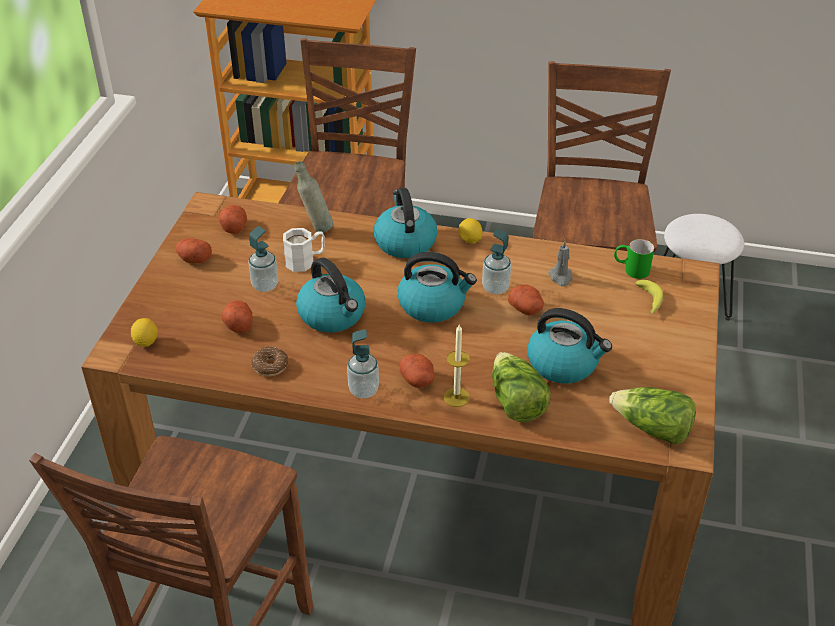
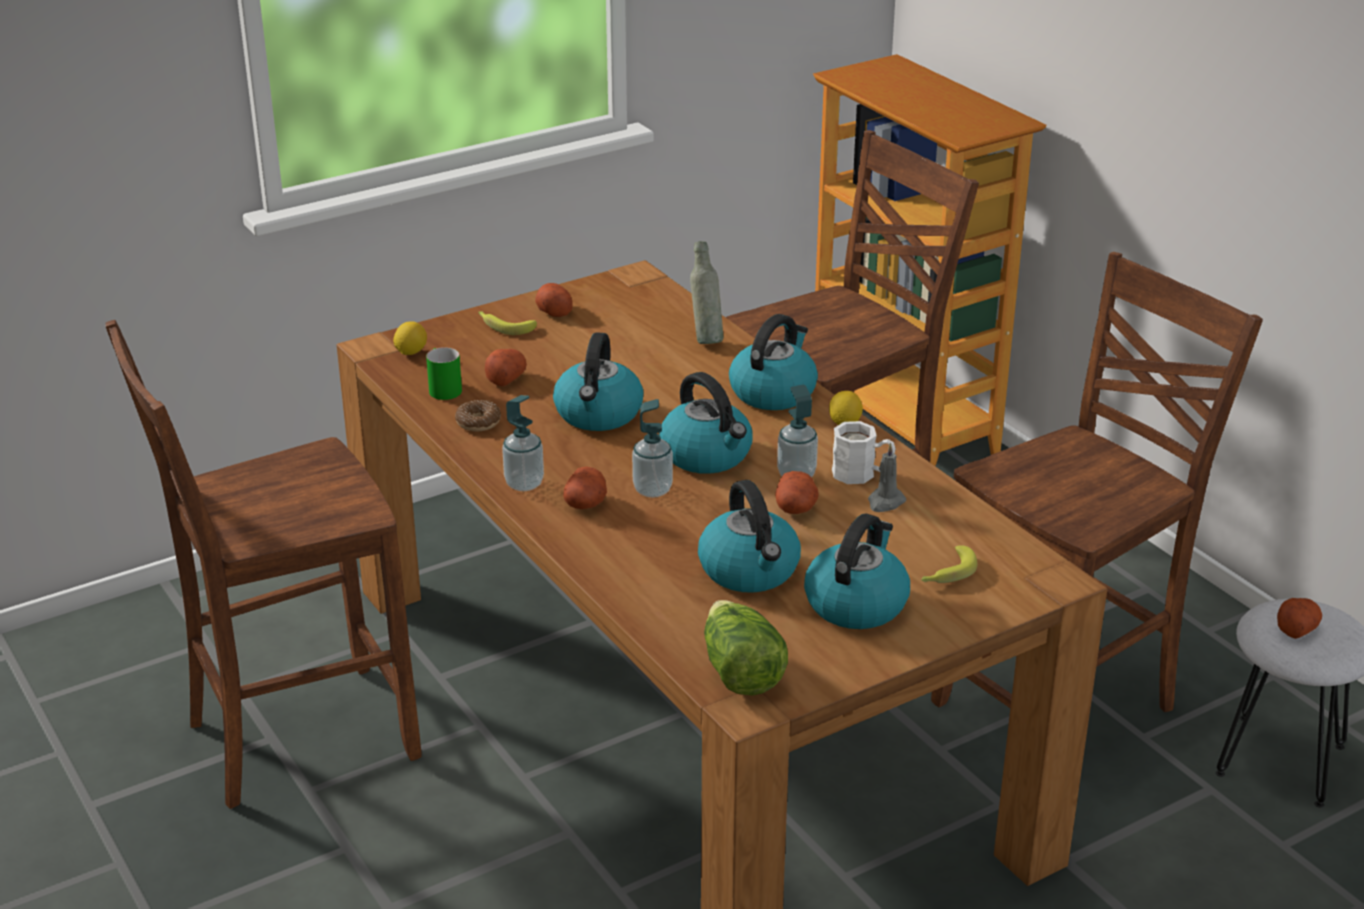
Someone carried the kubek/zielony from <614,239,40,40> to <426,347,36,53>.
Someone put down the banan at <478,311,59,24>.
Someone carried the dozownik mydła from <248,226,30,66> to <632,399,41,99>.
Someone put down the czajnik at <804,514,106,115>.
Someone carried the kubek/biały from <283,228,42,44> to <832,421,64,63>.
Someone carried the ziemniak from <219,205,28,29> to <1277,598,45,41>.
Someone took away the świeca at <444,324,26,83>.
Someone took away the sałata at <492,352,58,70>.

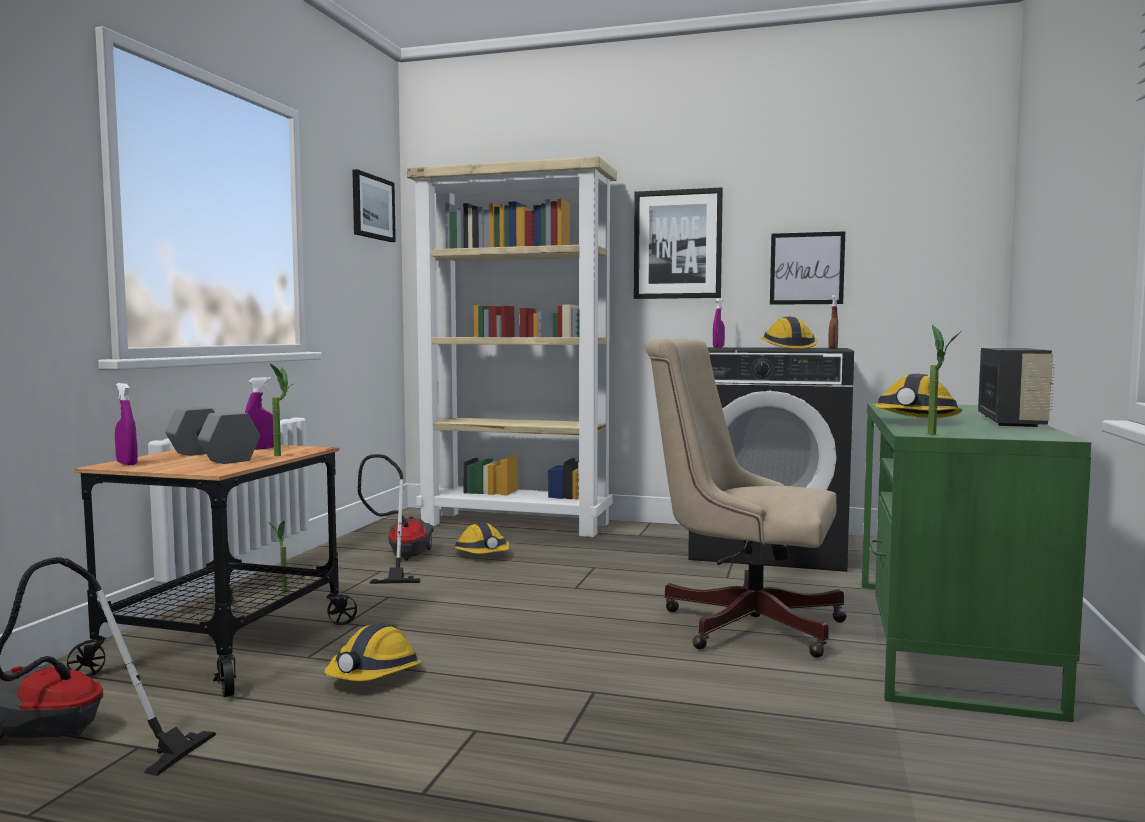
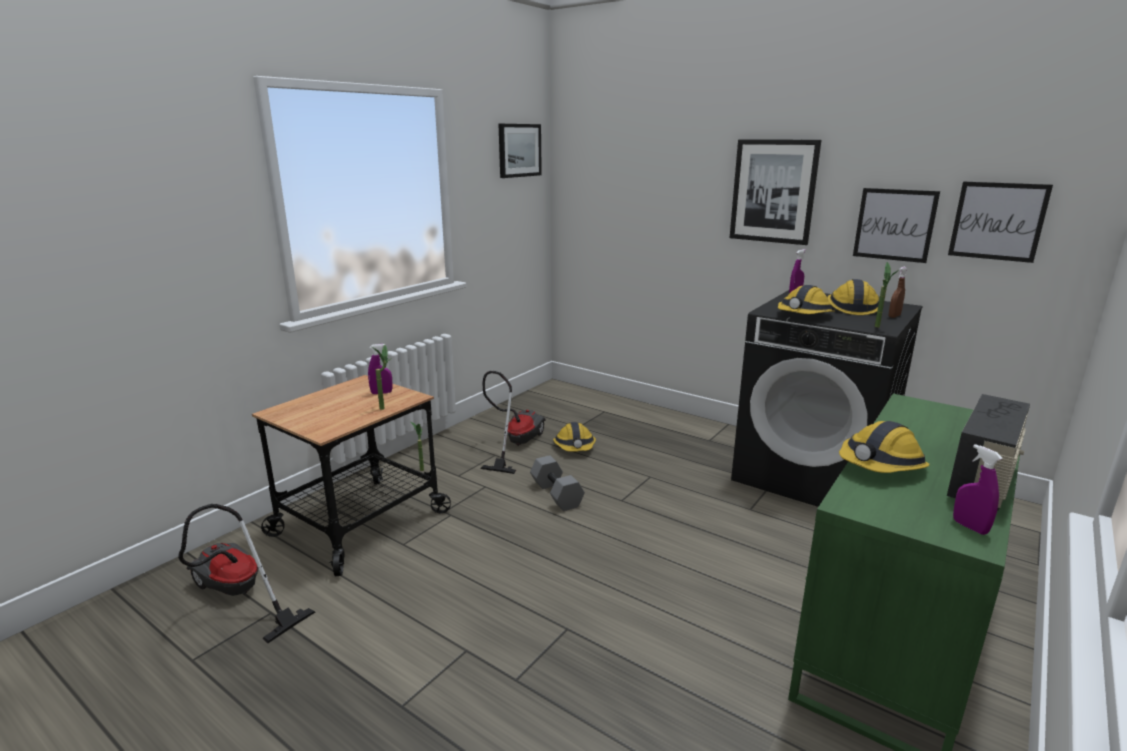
Someone carried the hantel/szary from <165,407,95,57> to <530,455,55,56>.
Someone carried the kask from <324,623,98,58> to <778,285,57,29>.
Someone carried the roślina doniczkowa from <928,325,35,110> to <875,262,25,65>.
Someone put up the obraz at <948,182,105,81>.
Someone carried the spryskiwacz/fioletowy from <115,383,23,82> to <953,444,50,91>.
Someone took away the regał/beżowy at <407,156,210,381>.
Someone took away the krzesło biurowe/beżowy at <646,338,201,320>.

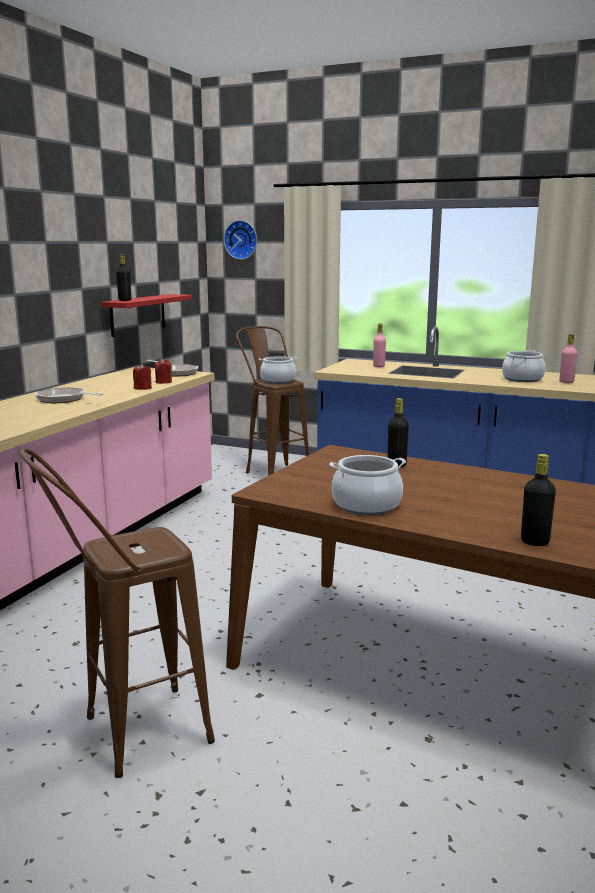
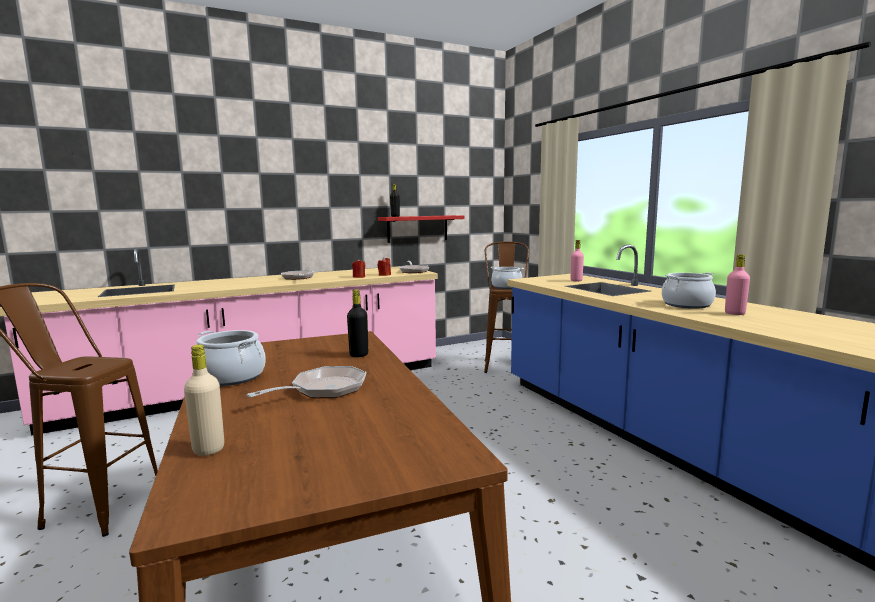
Someone repainted the butelka/czarny at <521,454,35,92>, which became the butelka/beżowy at <184,345,40,111>.
Someone put down the patelnia at <246,366,120,32>.
Someone took away the zegar ścienny at <224,220,33,40>.

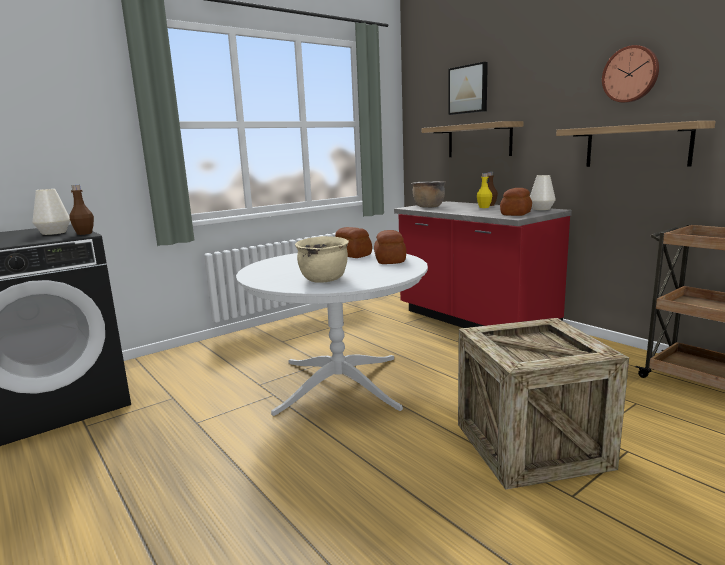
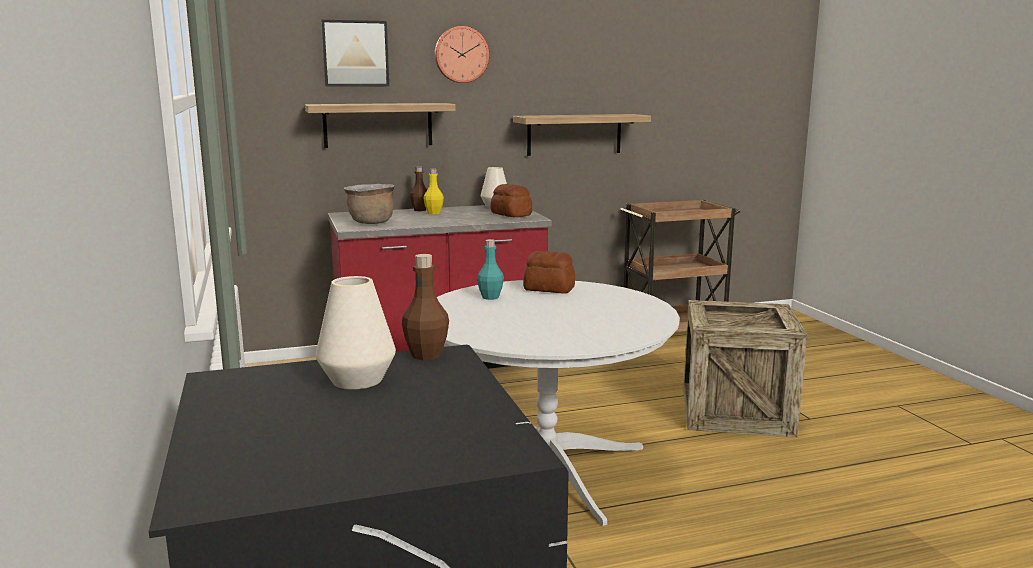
Someone carried the zegar ścienny from <602,45,57,58> to <435,26,54,57>.
Someone swapped the chleb at <335,227,37,31> for the butelka/turkusowy at <477,239,27,61>.
Someone took away the garnek/beżowy at <295,236,54,47>.

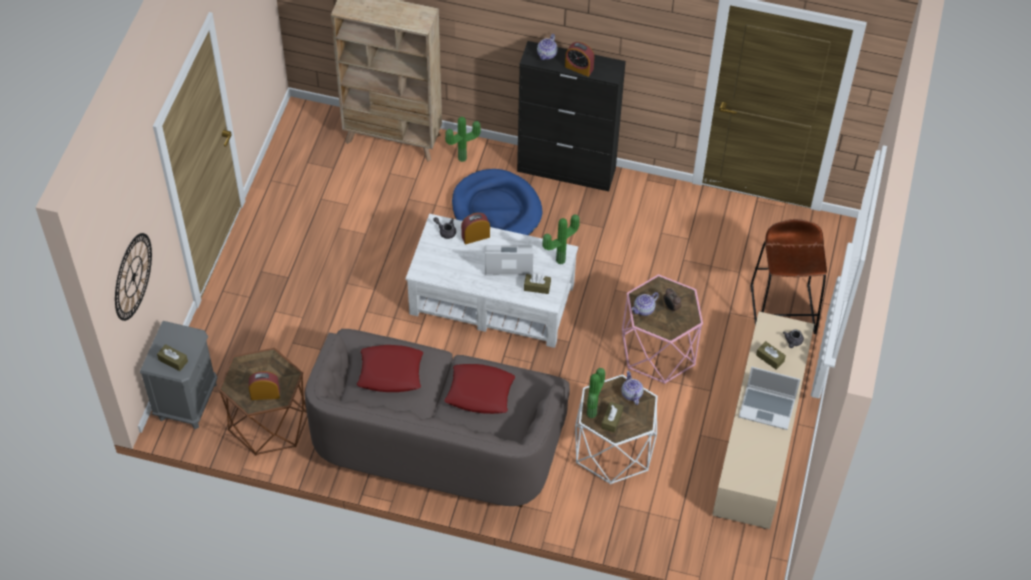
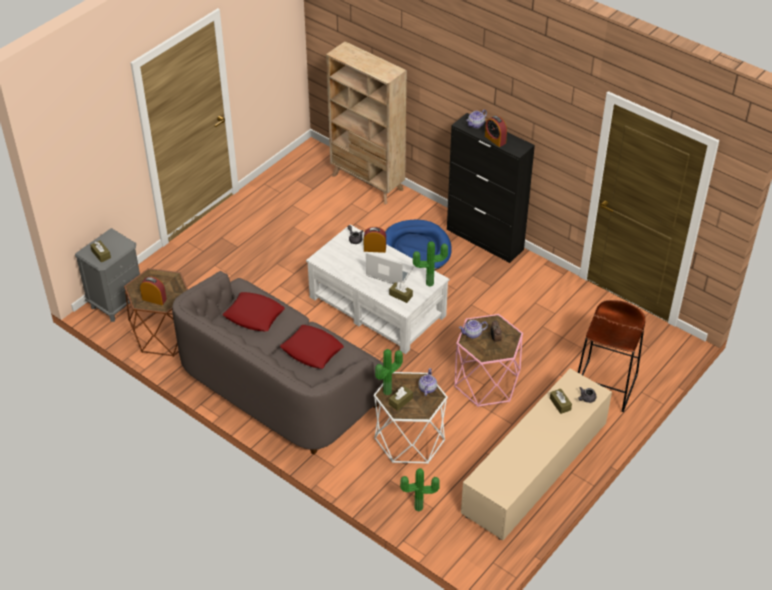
Someone carried the roślina doniczkowa from <445,117,36,45> to <400,468,40,44>.
Someone took away the zegar ścienny at <115,233,37,88>.
Someone took away the laptop at <739,367,62,63>.

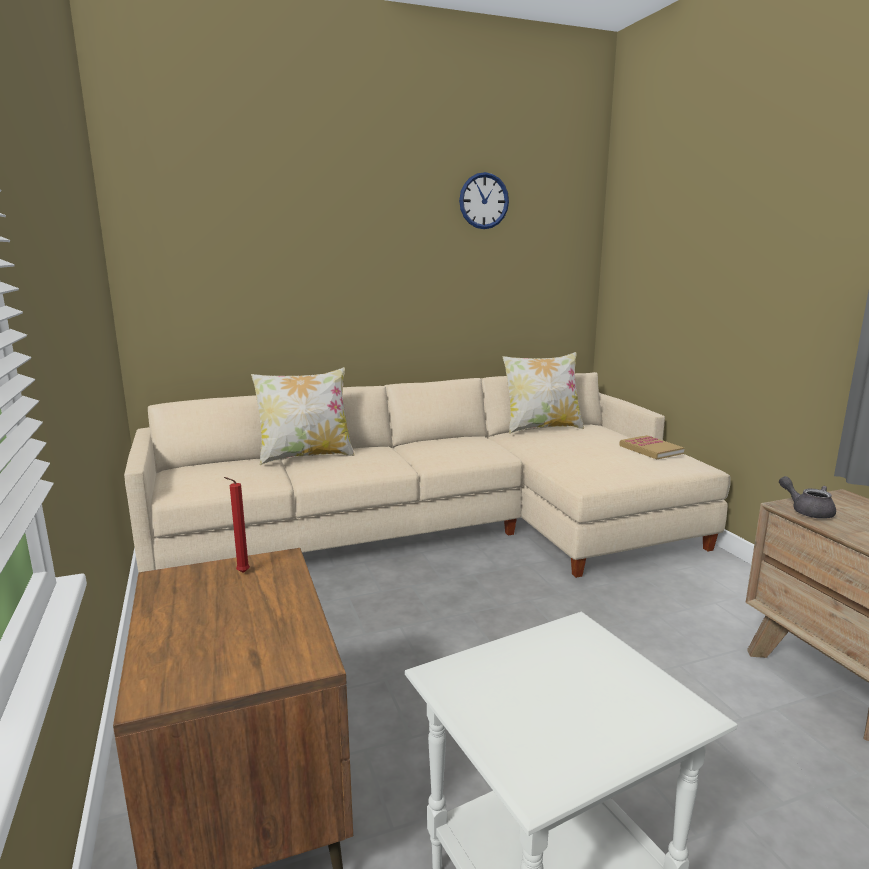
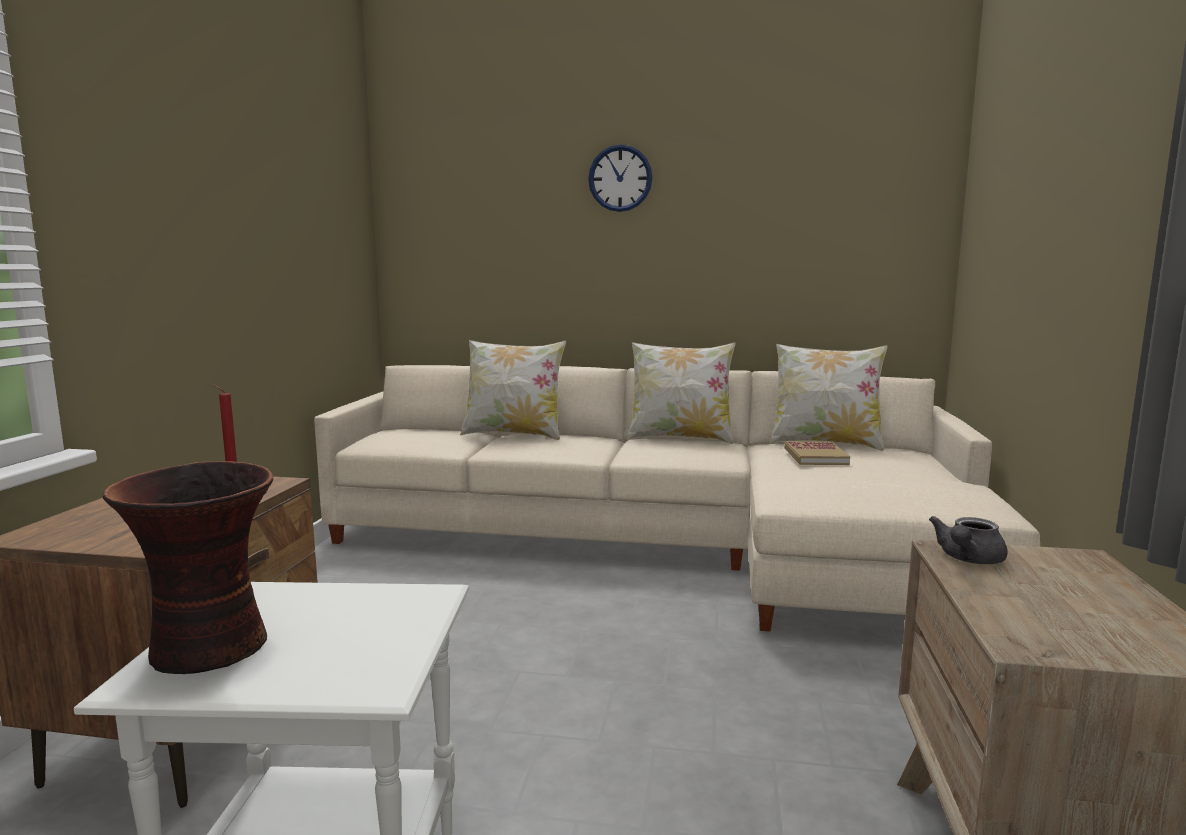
Someone put down the wazon at <103,461,171,213>.
Someone carried the zegar ścienny from <459,172,50,57> to <588,144,64,68>.
Someone put down the poduszka at <627,342,109,102>.
Someone carried the książka from <619,435,65,24> to <784,441,66,24>.
Someone rotated the imbryk/szary at <779,476,57,43> by 135 degrees counterclockwise.

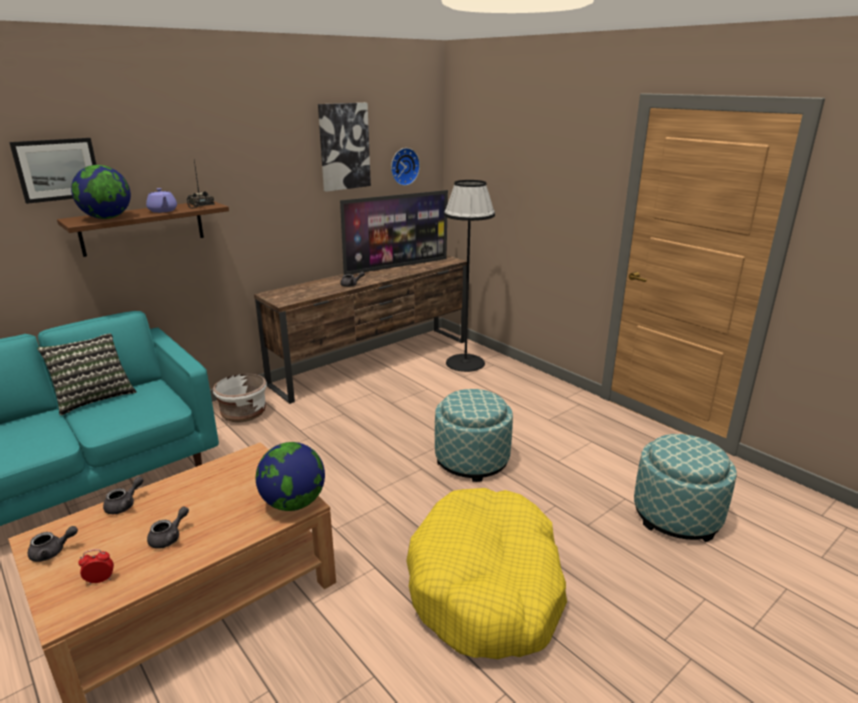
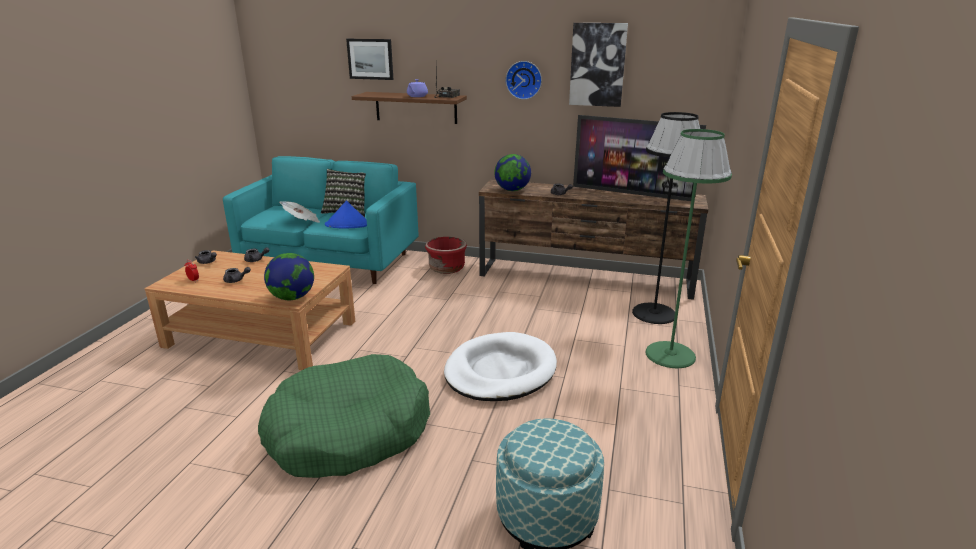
Someone repainted the legowisko/żółty at <406,488,161,171>, which became the legowisko/zielony at <258,354,172,124>.
Someone put down the gazeta at <279,201,41,21>.
Someone put down the kapelusz/niebieski at <325,201,42,27>.
Someone repainted the donica/biały at <213,373,54,50>, which became the donica/czerwony at <425,237,42,37>.
Someone swapped the pufa at <435,389,78,93> for the legowisko/biały at <444,332,113,69>.
Someone carried the globus from <71,165,60,54> to <494,154,37,37>.
Someone carried the zegar ścienny from <391,148,29,38> to <506,61,36,39>.
Someone put down the lampa stojąca/zielony at <646,129,86,239>.

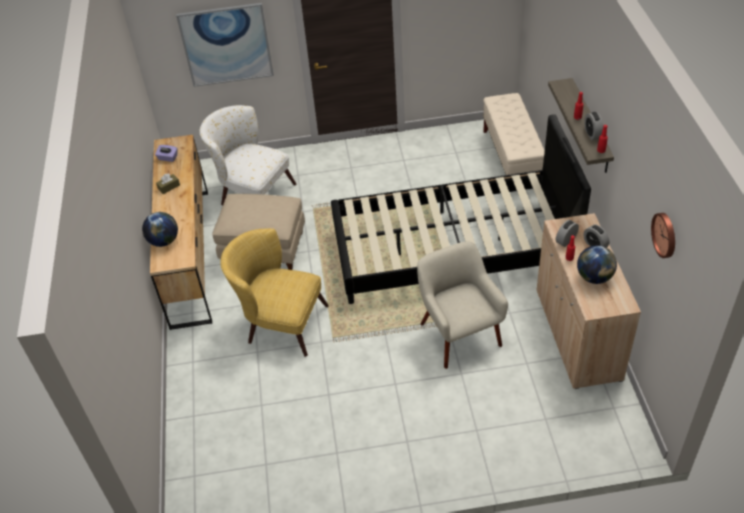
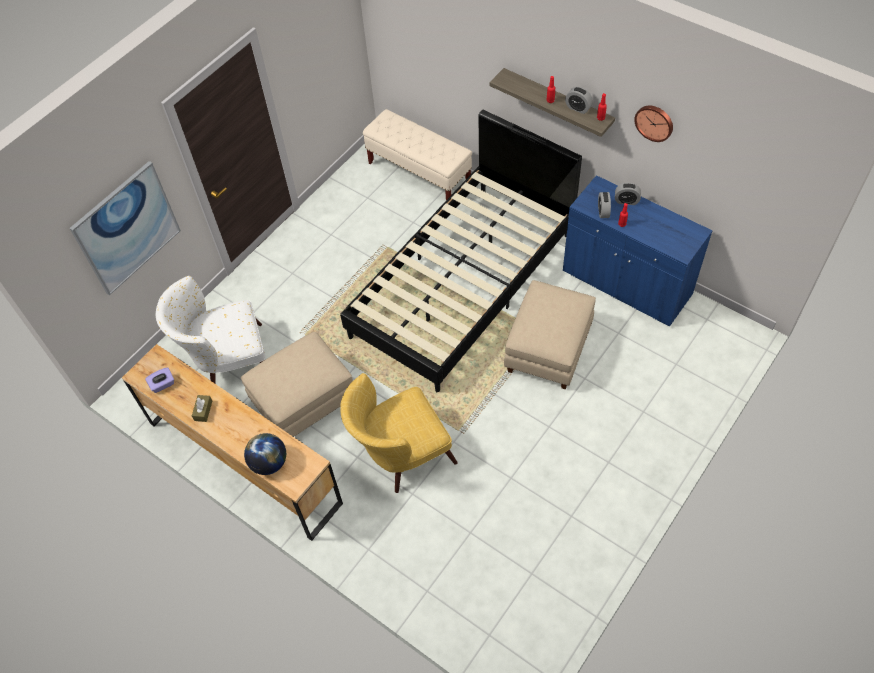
Someone swapped the fotel/beżowy at <417,241,91,128> for the pufa/beżowy at <504,280,92,109>.
Someone repainted the szafka/beżowy at <537,213,104,176>, which became the szafka/niebieski at <563,175,150,152>.
Someone carried the zegar ścienny from <651,213,24,45> to <634,106,39,36>.
Someone took away the globus at <577,245,40,39>.

